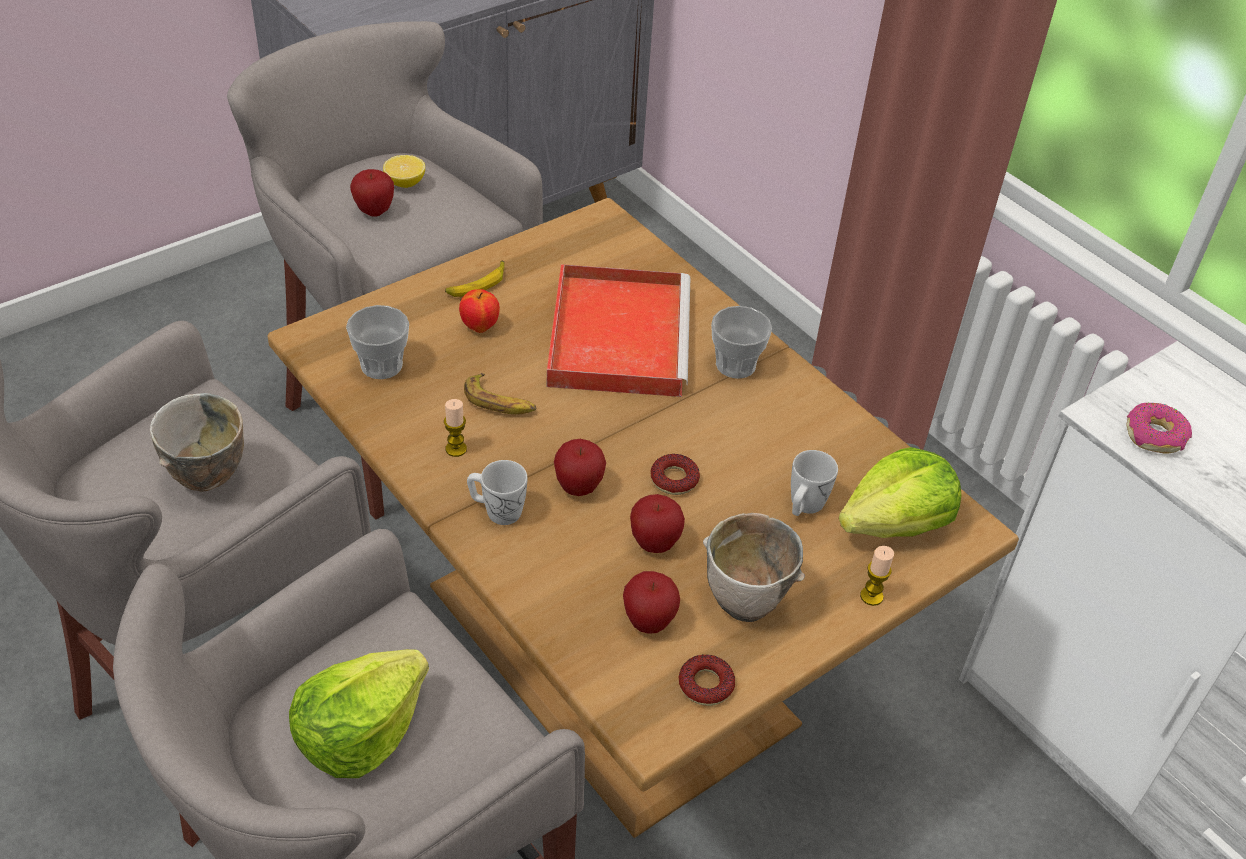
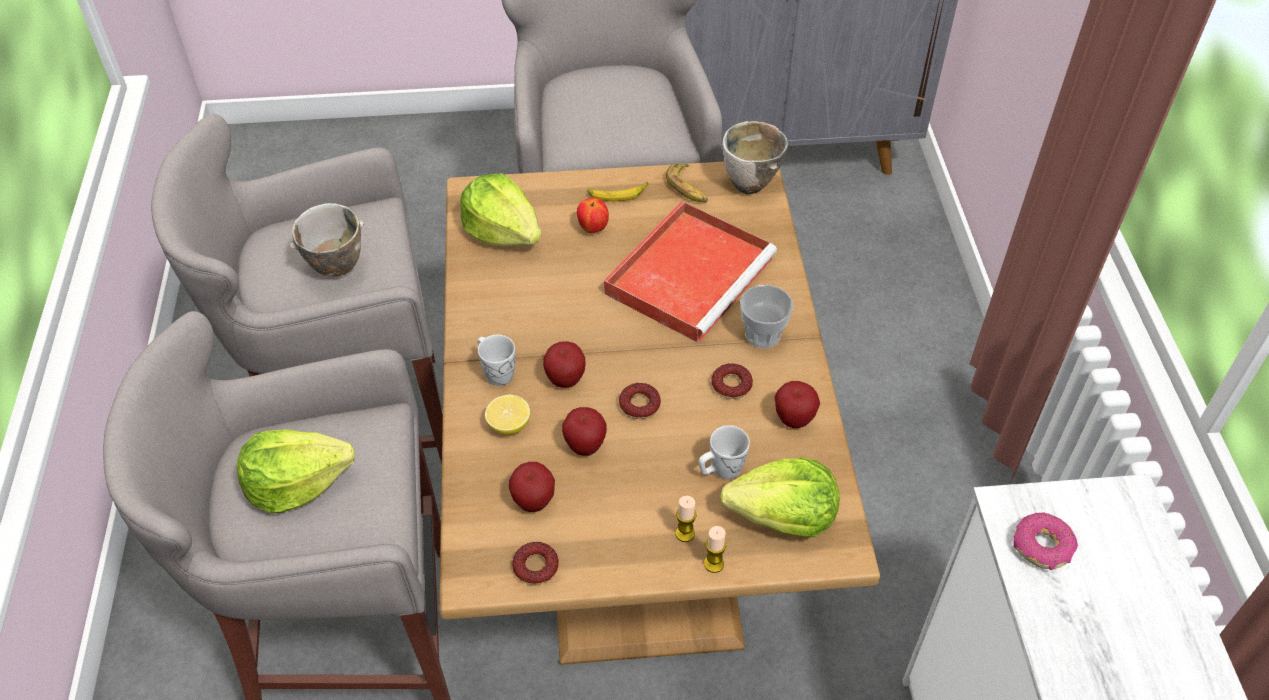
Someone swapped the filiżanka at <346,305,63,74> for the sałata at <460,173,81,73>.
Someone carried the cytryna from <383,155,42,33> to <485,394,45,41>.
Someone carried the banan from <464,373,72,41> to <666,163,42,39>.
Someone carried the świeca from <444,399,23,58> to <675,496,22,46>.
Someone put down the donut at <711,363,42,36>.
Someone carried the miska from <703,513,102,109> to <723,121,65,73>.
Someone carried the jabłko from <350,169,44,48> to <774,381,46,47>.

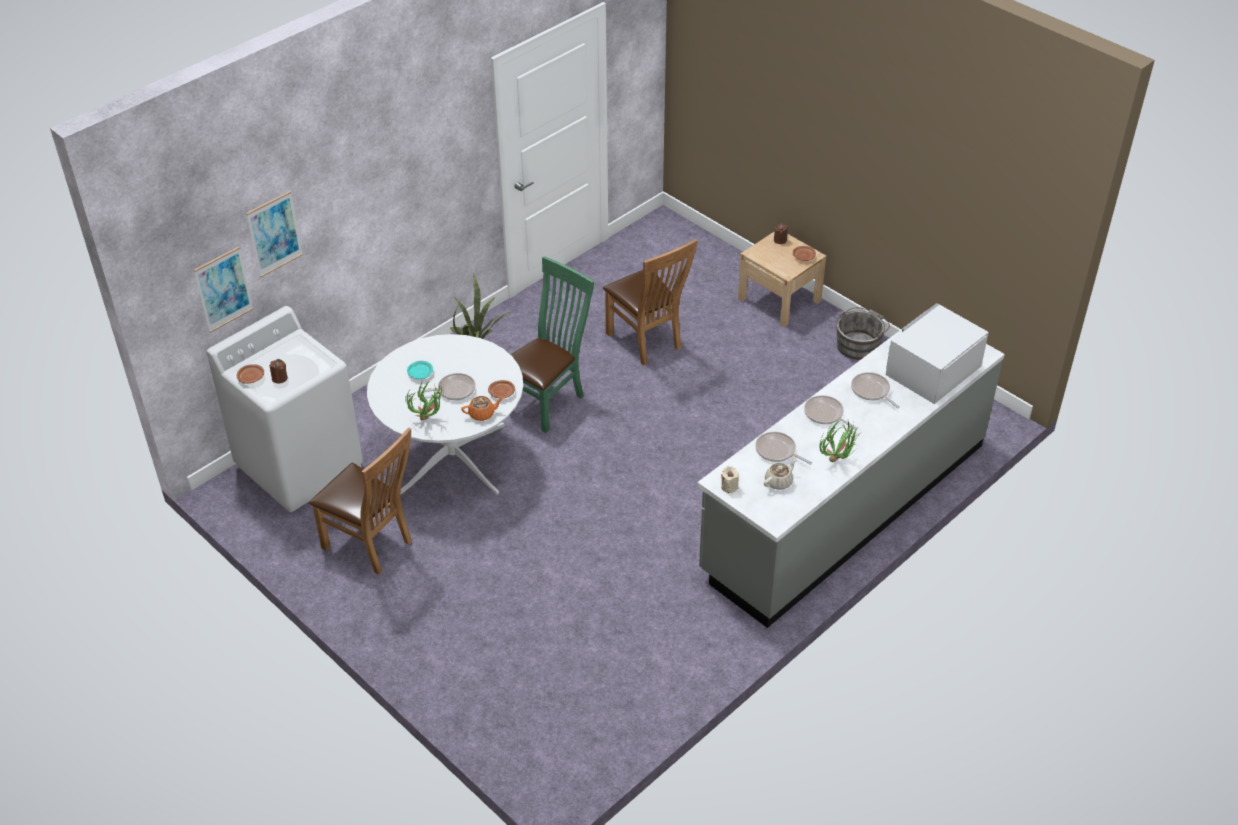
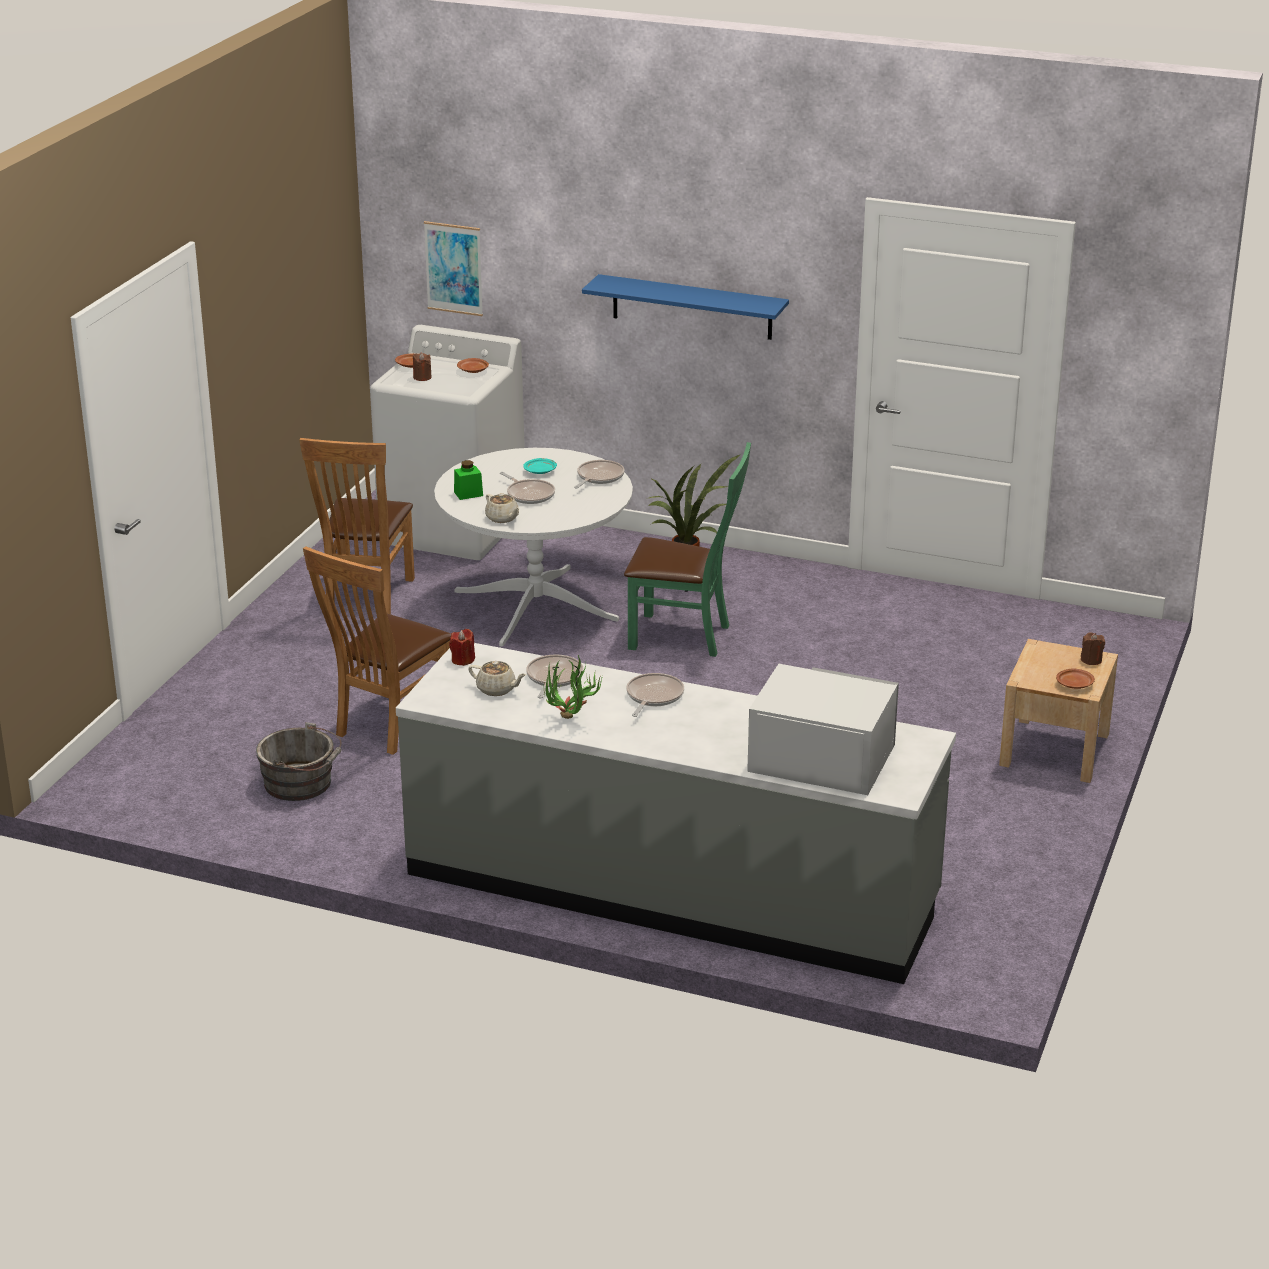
Someone carried the wiadro/szary from <836,307,54,53> to <256,722,86,79>.
Someone carried the krzesło/brązowy from <603,239,95,127> to <303,546,148,209>.
Someone repainted the świeca/beżowy at <721,466,18,27>, which became the świeca/czerwony at <449,629,26,37>.
Someone swapped the roślina doniczkowa at <405,380,39,40> for the słoik/zielony at <454,460,29,40>.
Someone carried the talerz/brązowy from <488,380,27,18> to <457,358,32,15>.
Someone repainted the imbryk/pomarańczowy at <461,396,42,25>, which became the imbryk/beżowy at <485,493,34,30>.
Someone carried the patelnia from <851,372,49,36> to <574,460,50,29>.
Someone put up the półka/niebieski at <582,274,207,66>.
Someone took away the obraz at <246,191,57,86>.

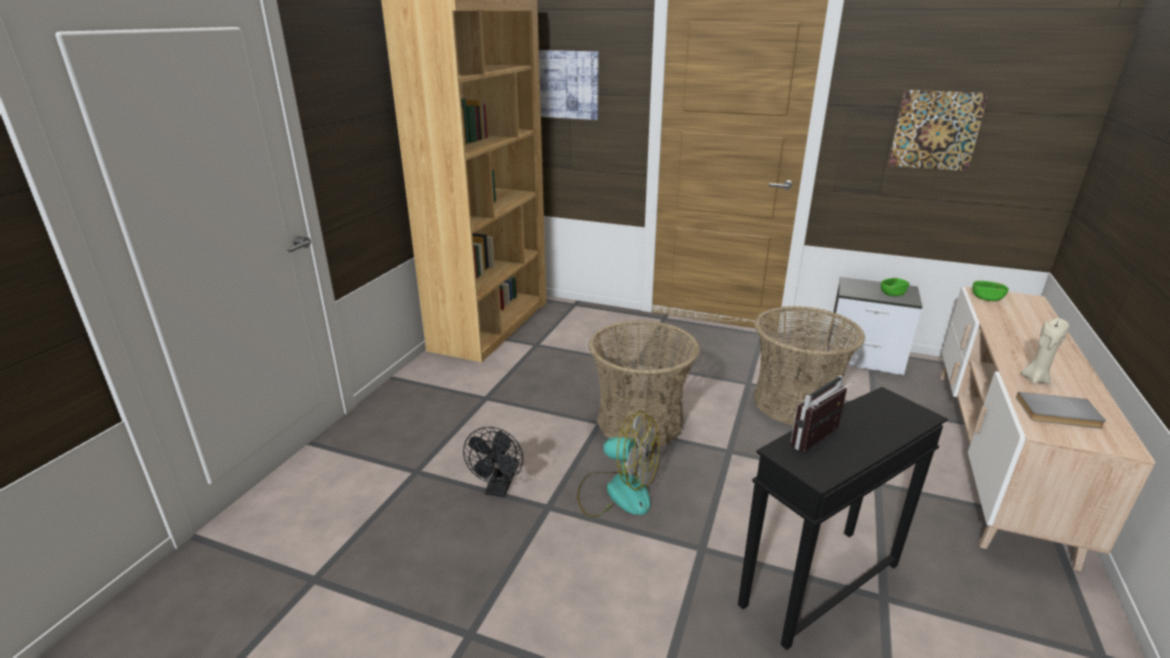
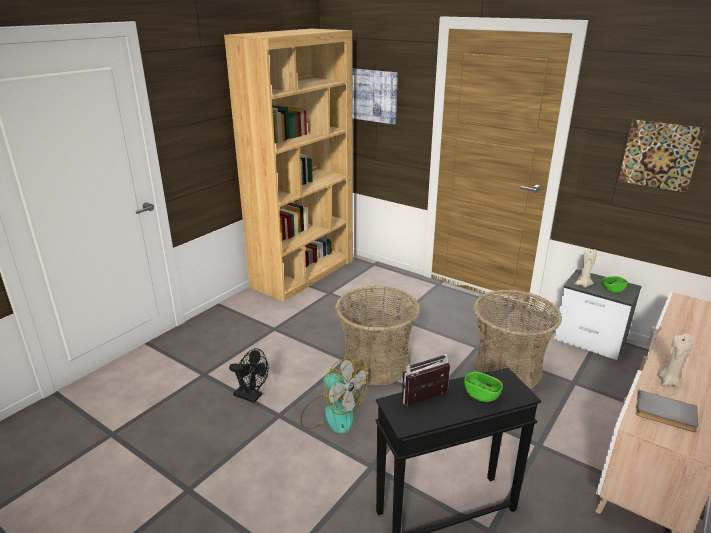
Someone rotated the wentylator/czarny at <463,427,60,70> by 90 degrees counterclockwise.
Someone carried the miska/zielony from <972,281,37,20> to <464,372,39,30>.
Someone put down the świeca/beżowy at <574,249,23,39>.

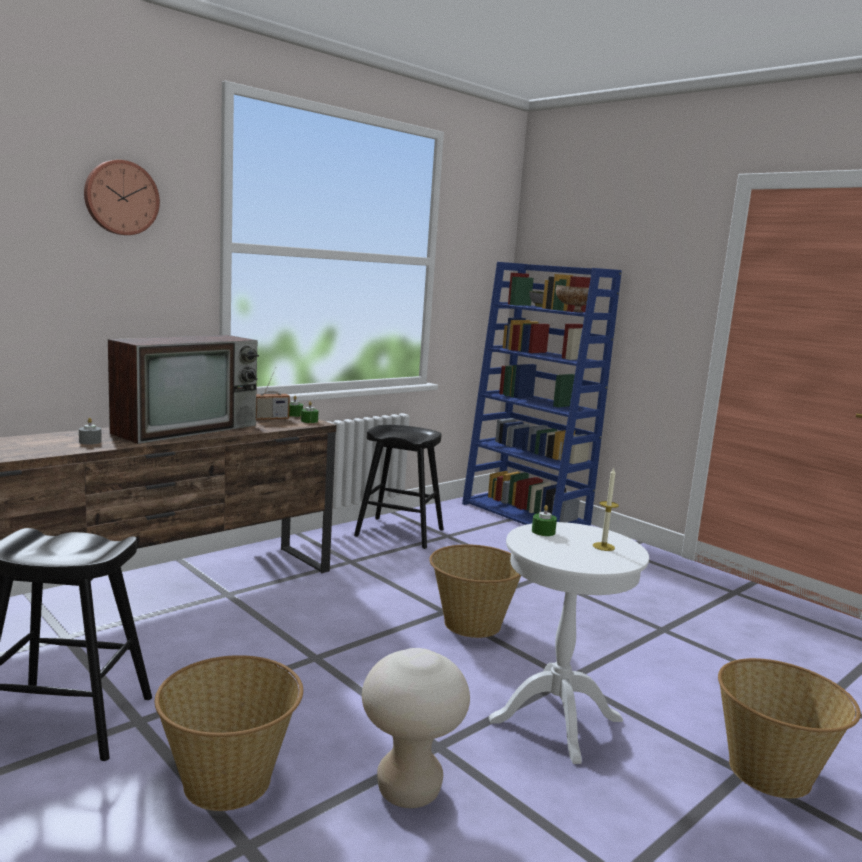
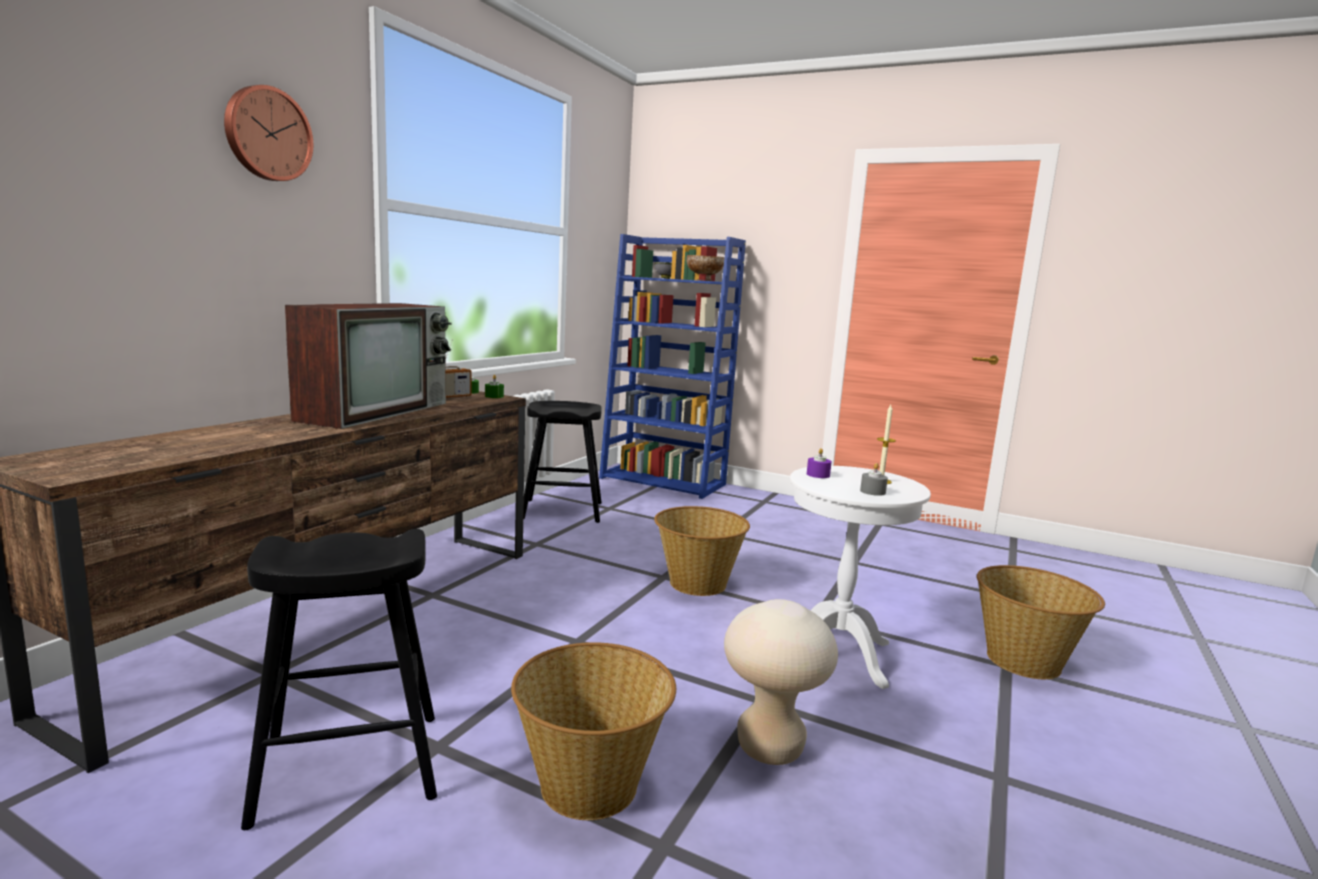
Someone repainted the świeca/zielony at <532,505,25,31>, which became the świeca/fioletowy at <807,448,25,30>.
Someone carried the świeca/szary from <79,418,23,27> to <860,463,28,33>.

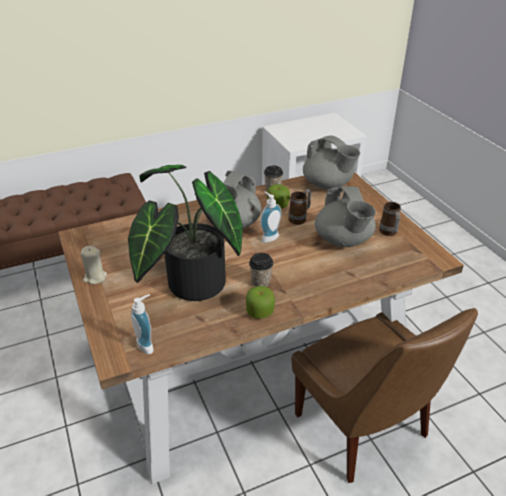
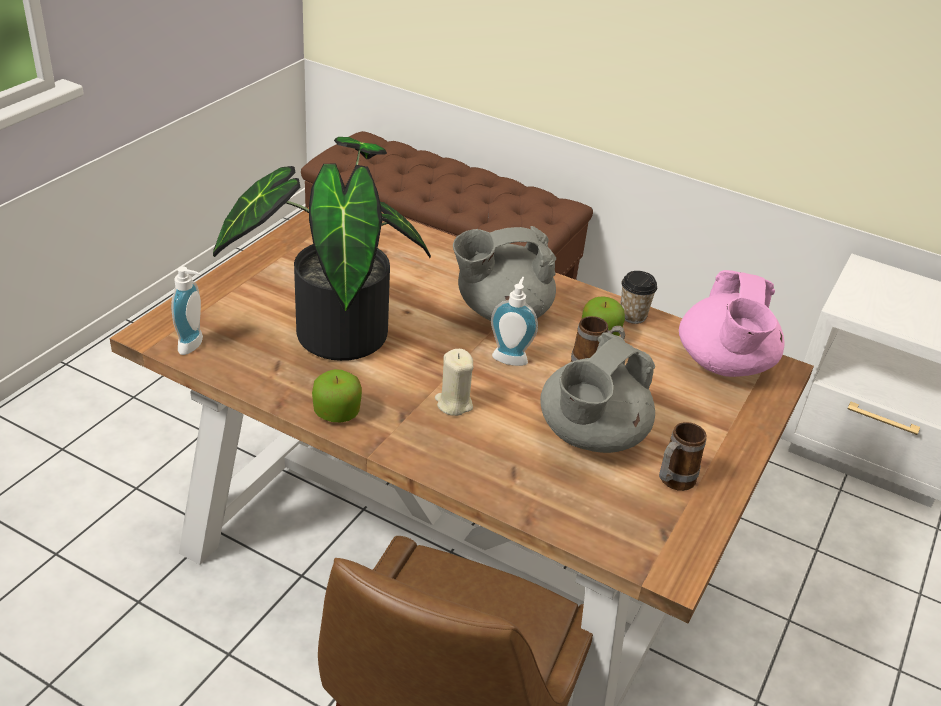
Someone carried the świeca/beżowy from <81,246,26,38> to <435,349,38,67>.
Someone repainted the imbryk/szary at <303,136,57,54>, which became the imbryk/różowy at <679,270,105,107>.
Someone took away the filiżanka at <249,253,24,34>.

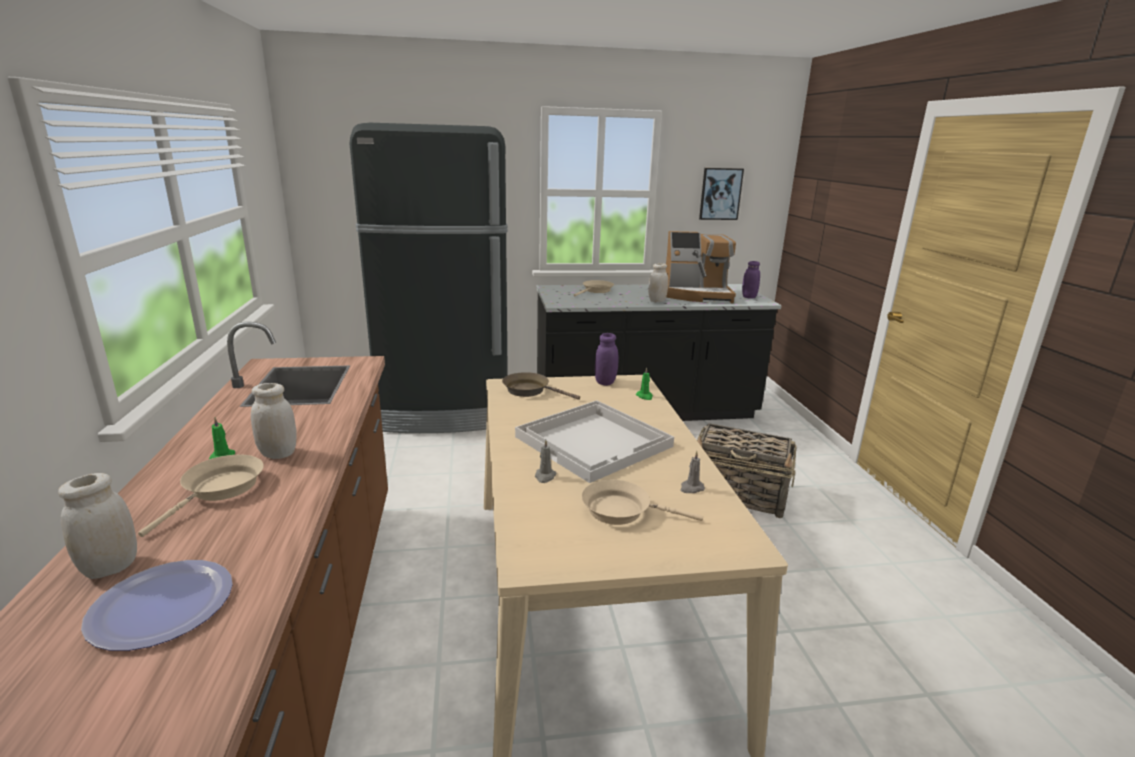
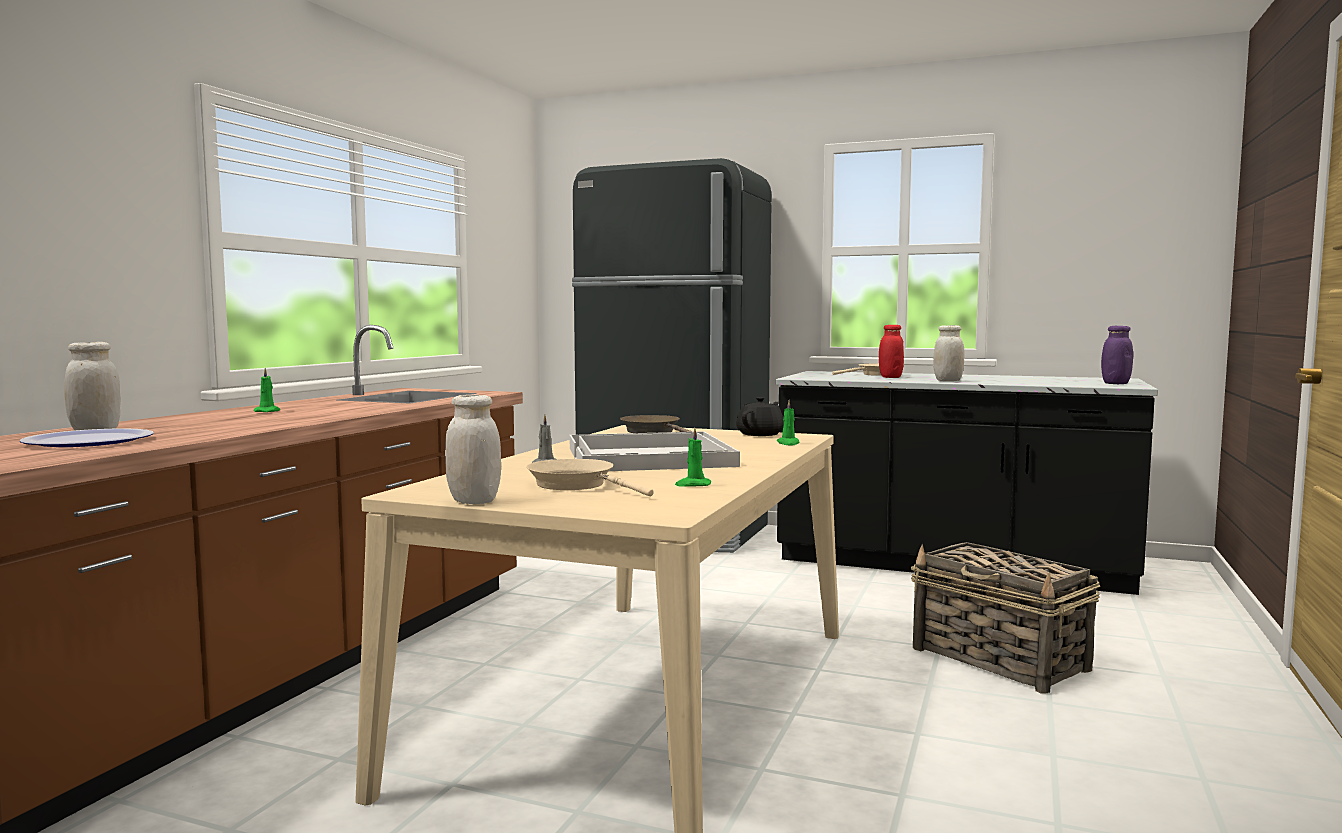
Someone carried the słoik/biały from <251,383,46,76> to <445,395,56,109>.
Someone repainted the świeca/szary at <681,451,24,42>, which became the świeca/zielony at <675,428,36,59>.
Someone swapped the słoik/fioletowy at <595,333,24,53> for the imbryk/czarny at <736,397,48,39>.
Someone put down the słoik/czerwony at <879,325,25,53>.
Someone took away the patelnia/beżowy at <138,455,126,82>.
Someone took away the ekspres do kawy at <666,231,70,72>.
Someone took away the obraz at <699,168,45,52>.

